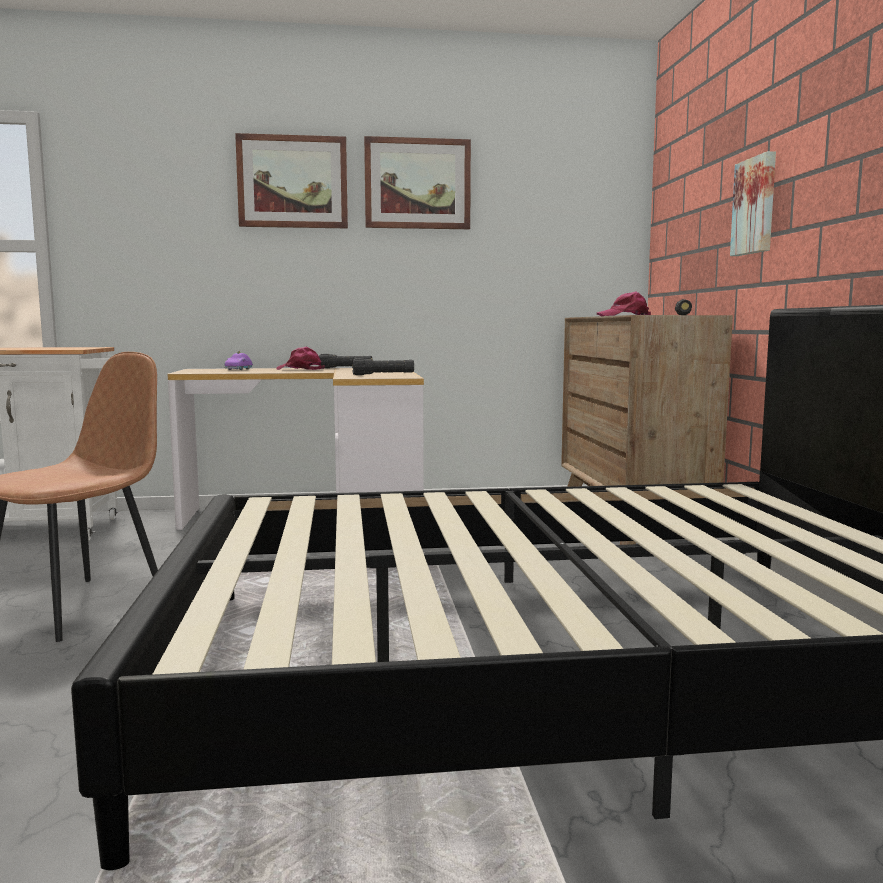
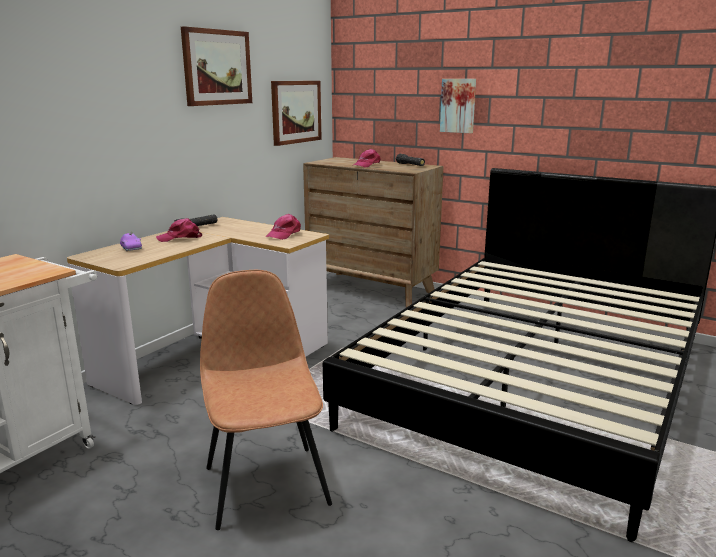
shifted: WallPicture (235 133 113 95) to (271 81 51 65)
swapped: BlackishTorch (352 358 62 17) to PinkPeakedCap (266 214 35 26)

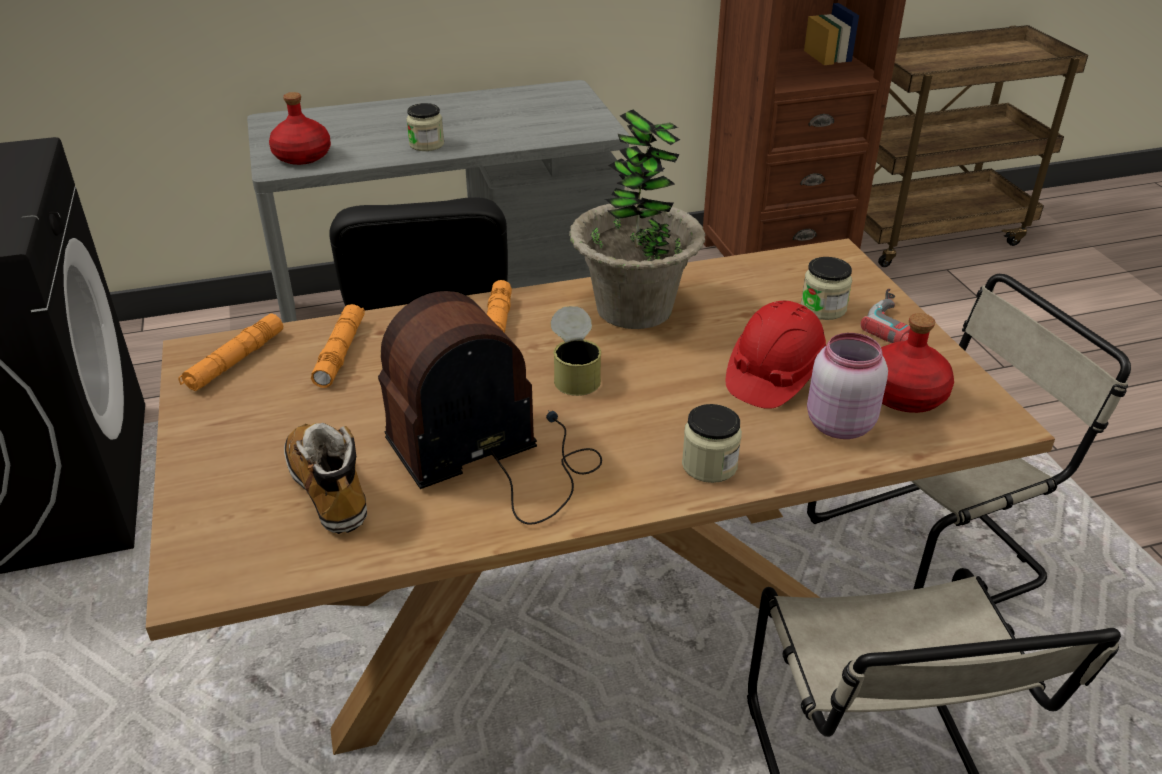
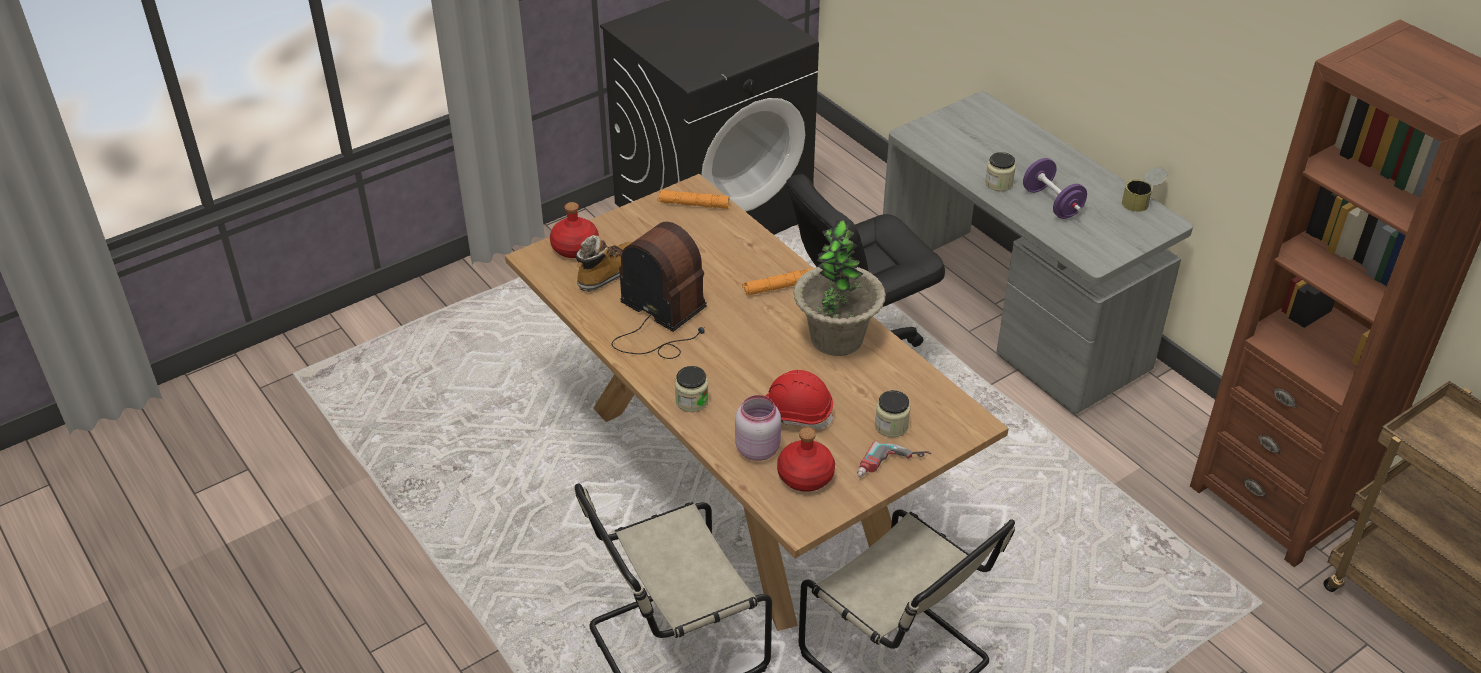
gone: OrangeyTorch (311 304 54 84)
new: PurpleFreeWeight (1023 158 64 61)
shifted: RedBeverageBottle (269 92 62 73) to (550 202 49 56); SealedCan (550 306 51 90) to (1122 167 46 45)

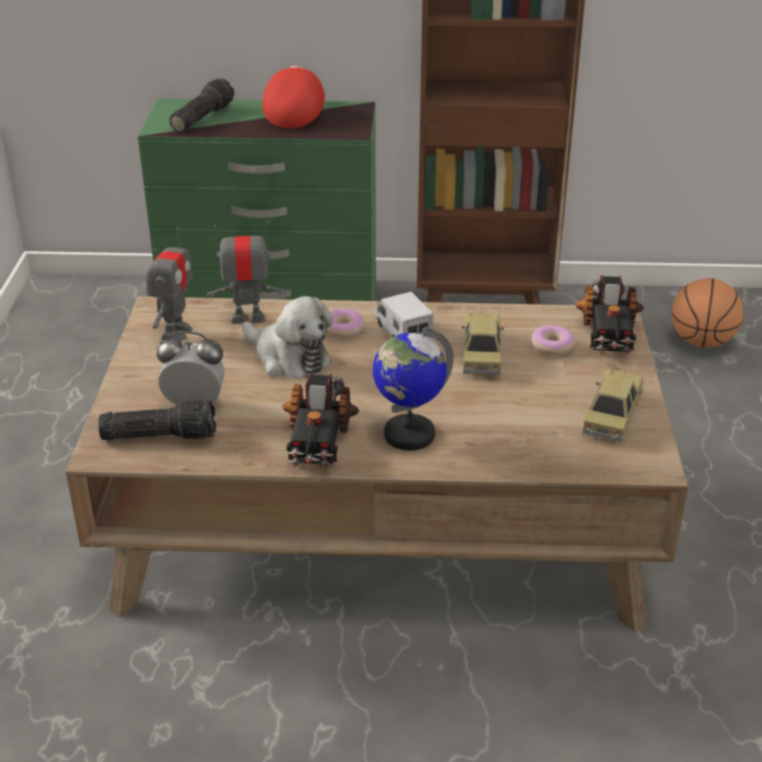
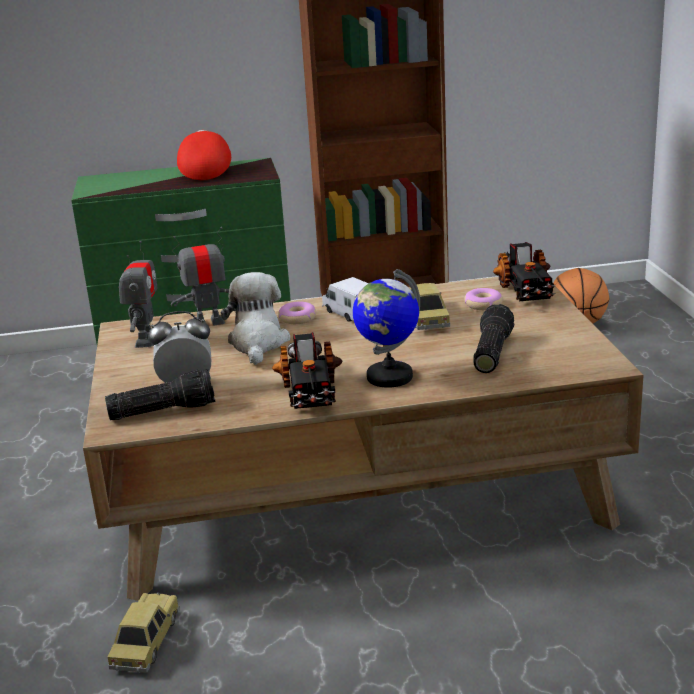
shifted: Torch (169 78 65 54) to (473 304 41 69); ToyCar (582 369 62 73) to (108 593 72 80)
rotated: PlushToy (242 296 90 83) = (221 272 69 93) 120 degrees counterclockwise

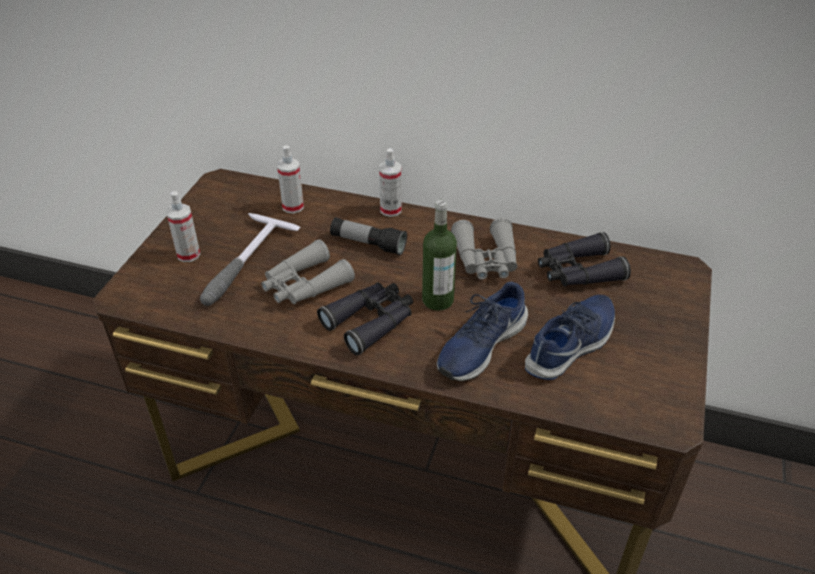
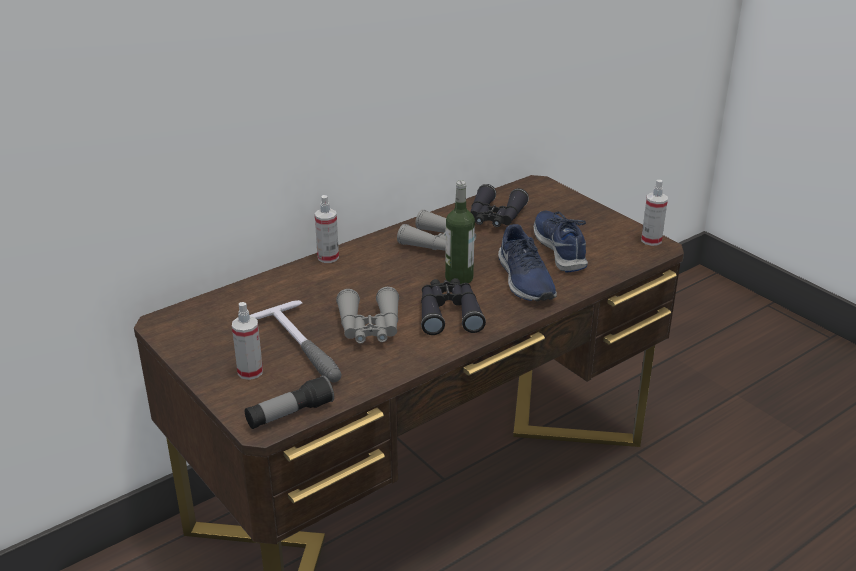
shifted: HandSprayer (277 145 27 69) to (641 180 27 66); Torch (330 217 77 38) to (245 375 89 54)

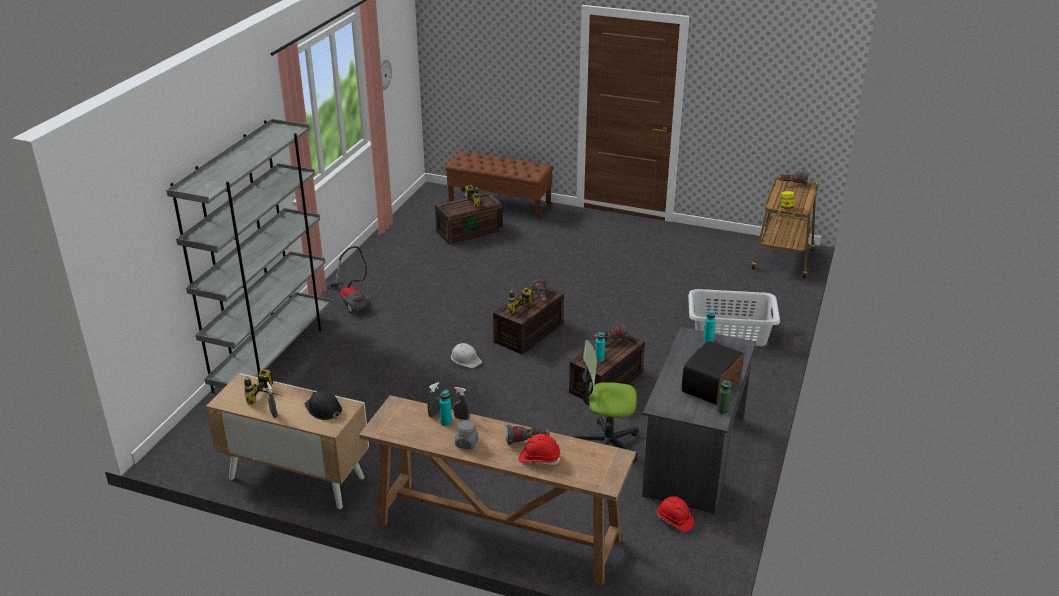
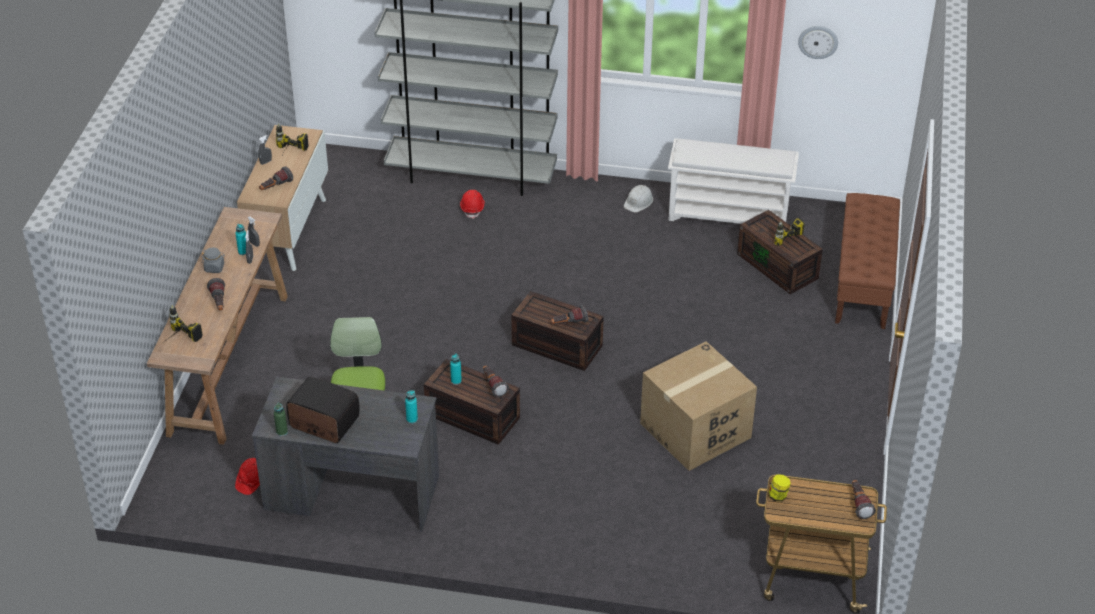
gone: VacuumCleaner (326 246 45 68); GreyWashingBasket (688 289 92 57)
new: Carton (640 341 117 130); WhitishShoeStand (668 138 131 86)
shifted: WhitishSafetyHelmet (451 343 31 25) to (624 185 29 28); Drill (508 287 26 26) to (164 305 38 37); RedSafetyHelmet (519 434 42 31) to (460 190 25 29)
swapped: BlackishSafetyHelmet (305 391 37 29) to Torch (259 166 34 24)

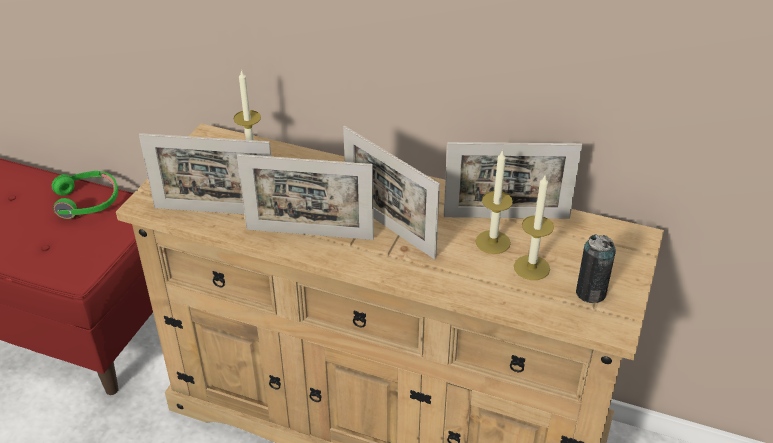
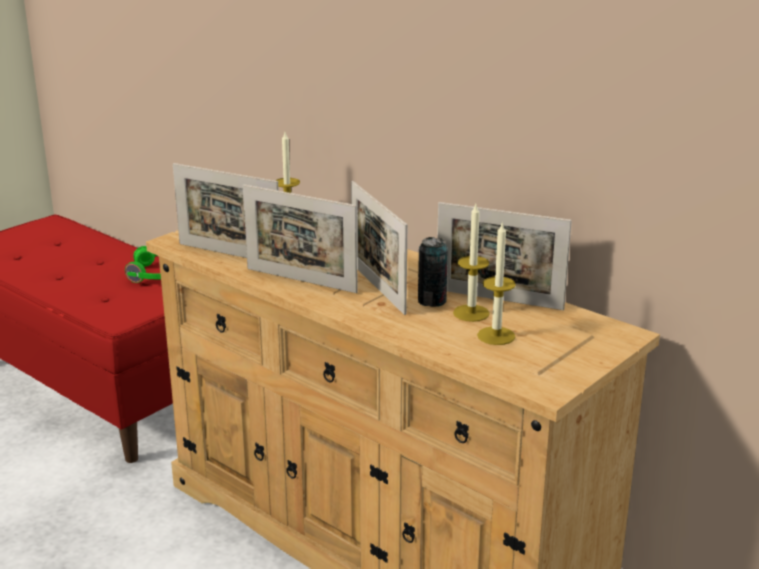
shifted: SealedCan (576 234 40 69) to (418 237 30 70)

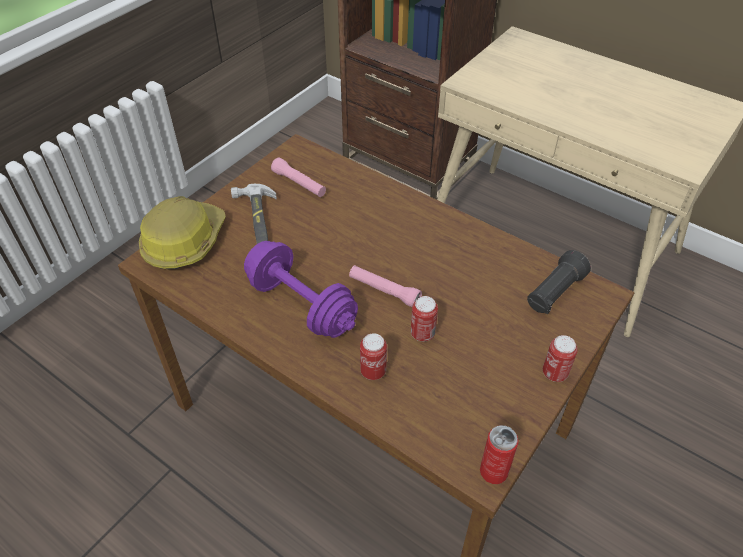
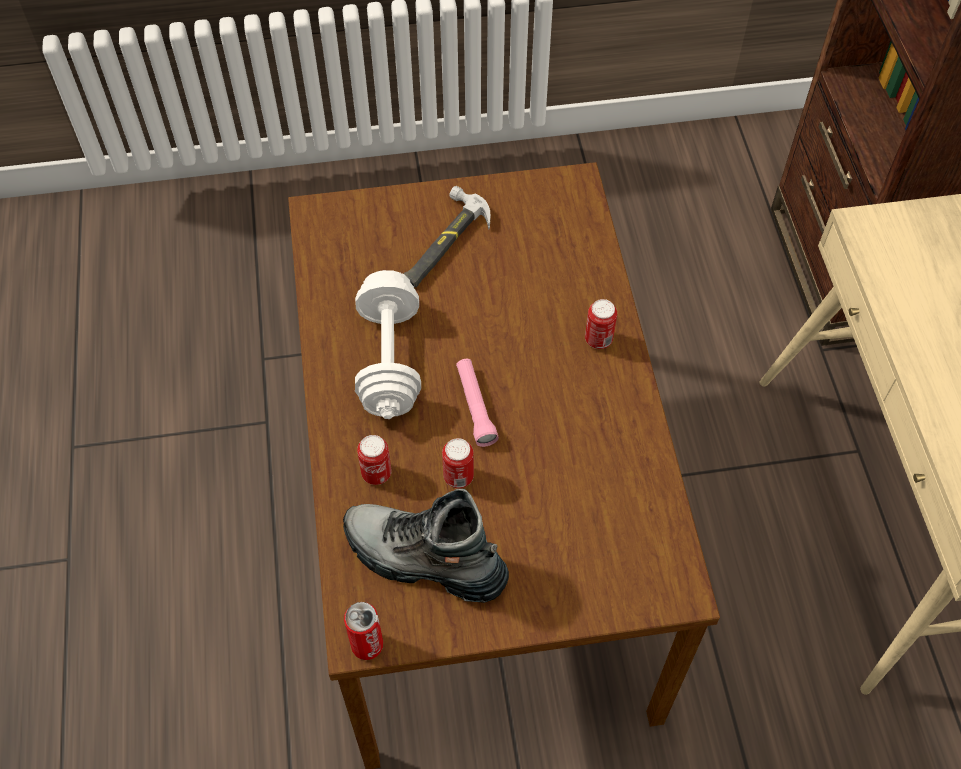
gone: SafetyHelmet (139 196 87 74); PinkTorch (271 158 55 39); BlackishTorch (527 250 64 64)
new: Boot (343 489 166 114)
shifted: SealedCan (543 335 35 47) to (585 299 32 50)
repainted: PurpleFreeWeight (244 241 114 97) to WhitishFreeWeight (355 270 66 149)

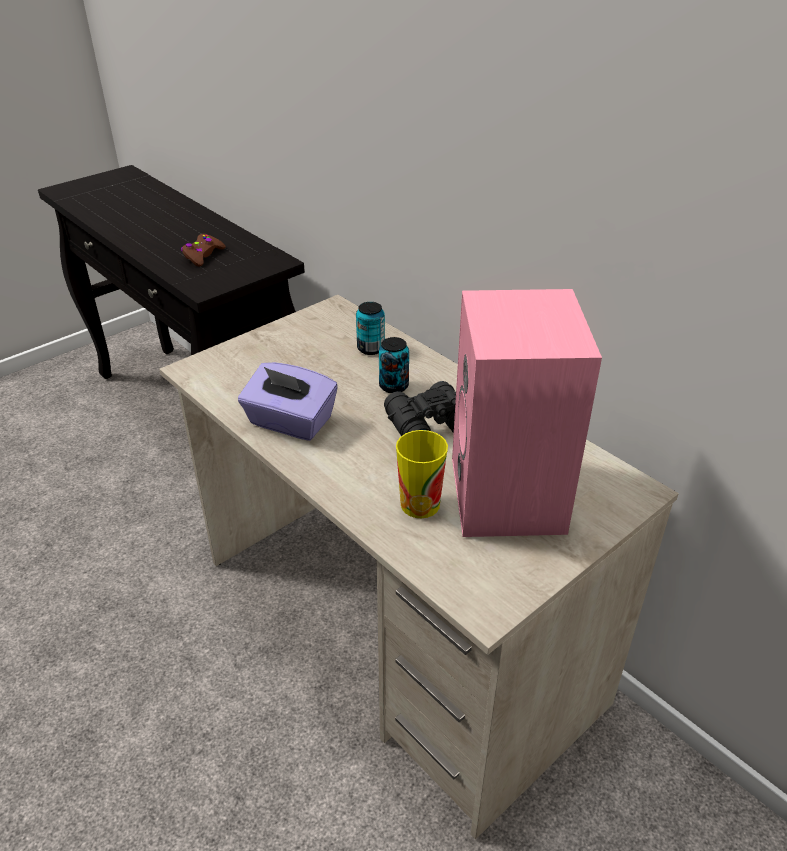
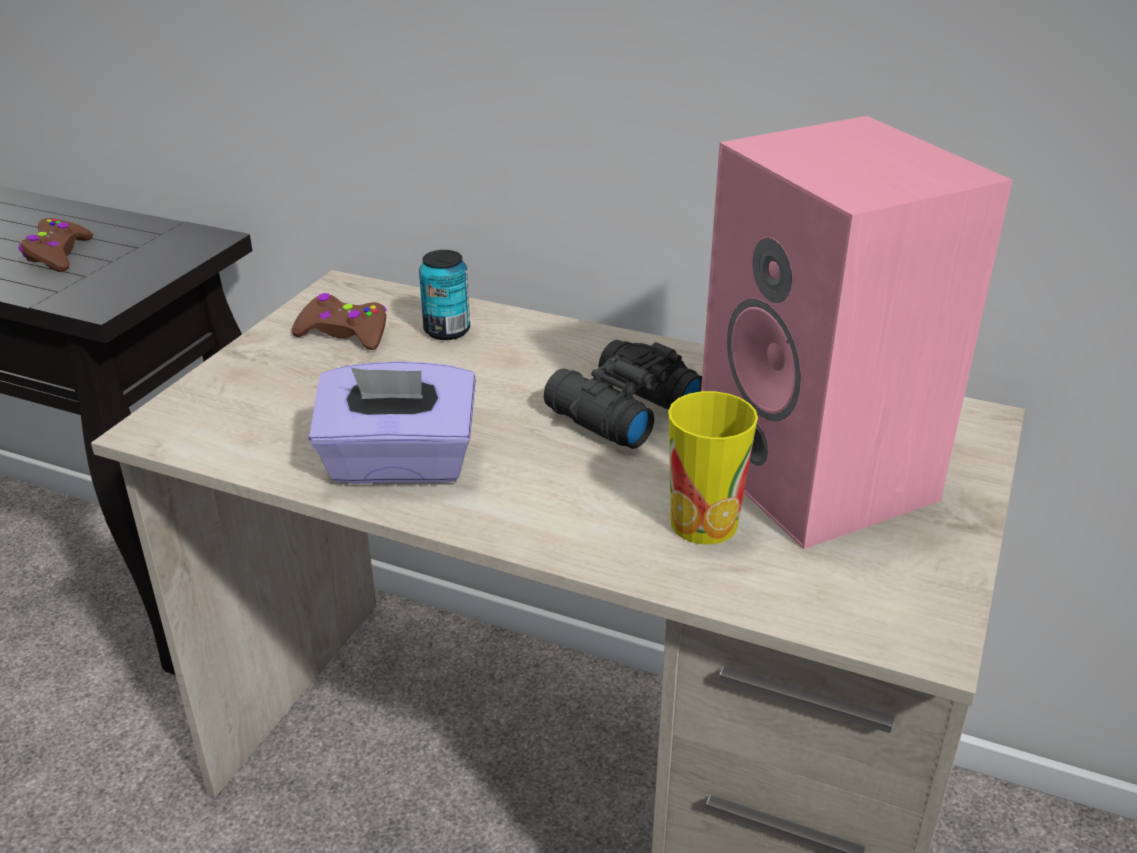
gone: SealedCan (379 337 30 56)
new: BrownGameController (292 293 94 57)

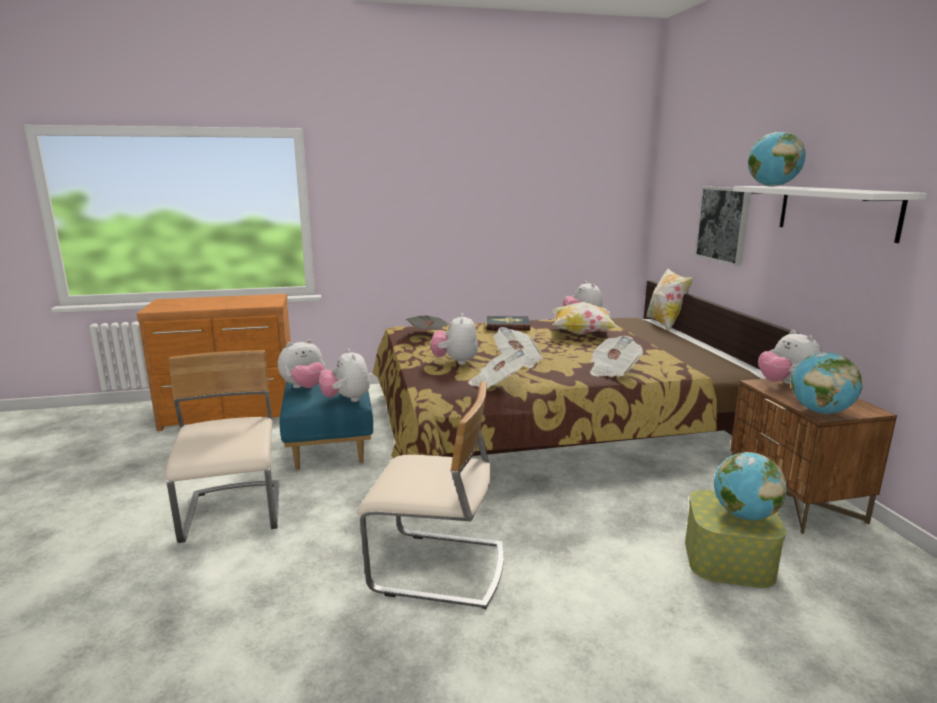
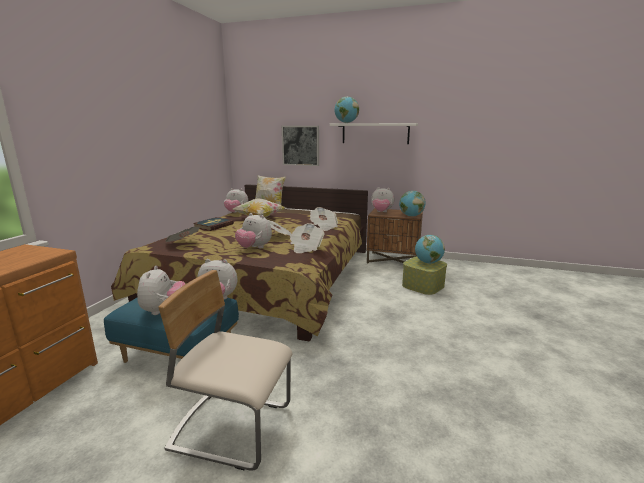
gone: BeigeUprightChair (357 382 147 227)

